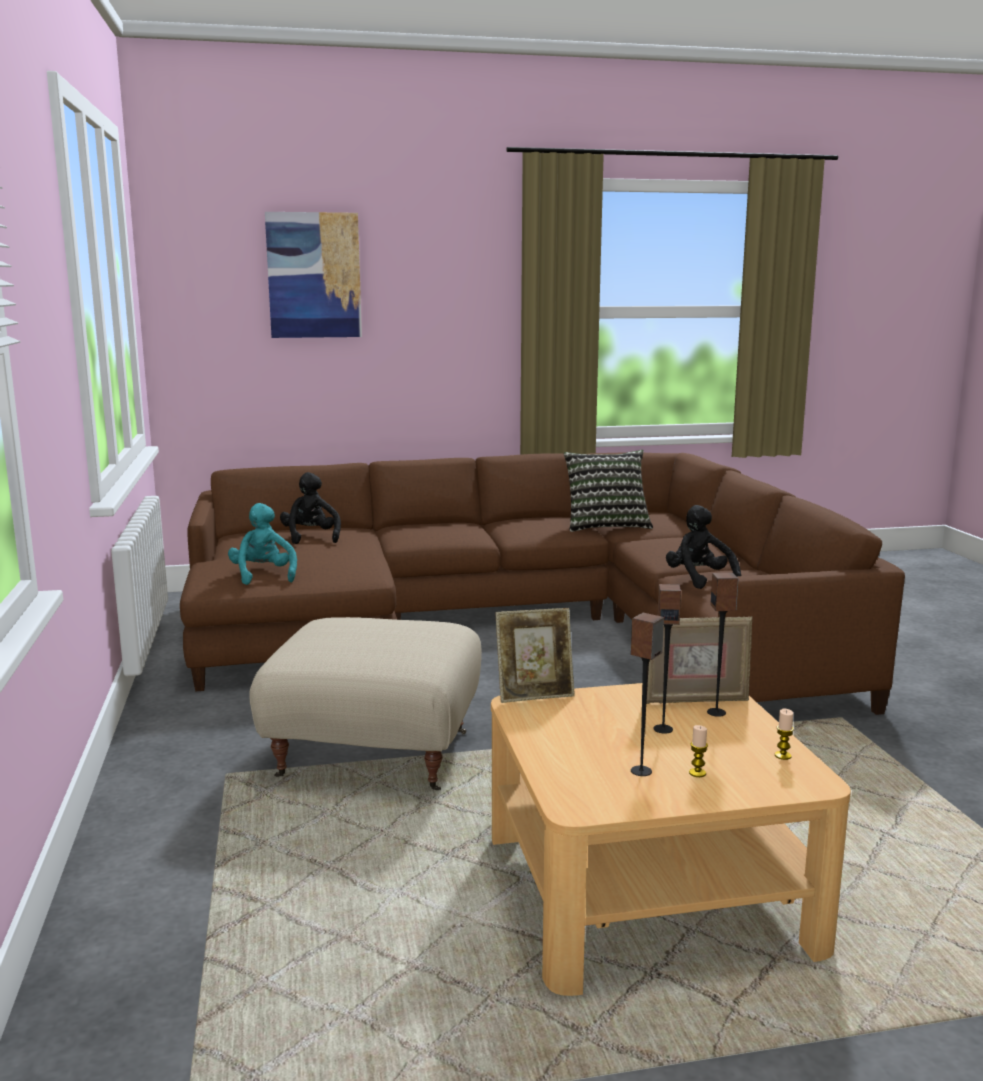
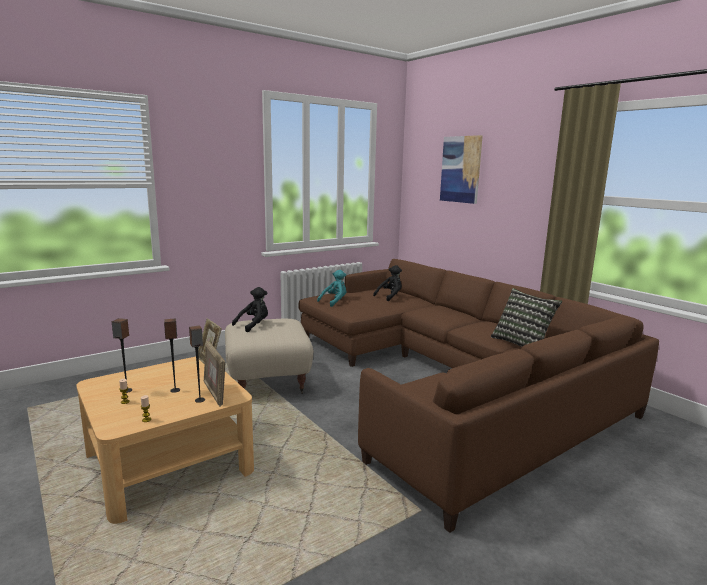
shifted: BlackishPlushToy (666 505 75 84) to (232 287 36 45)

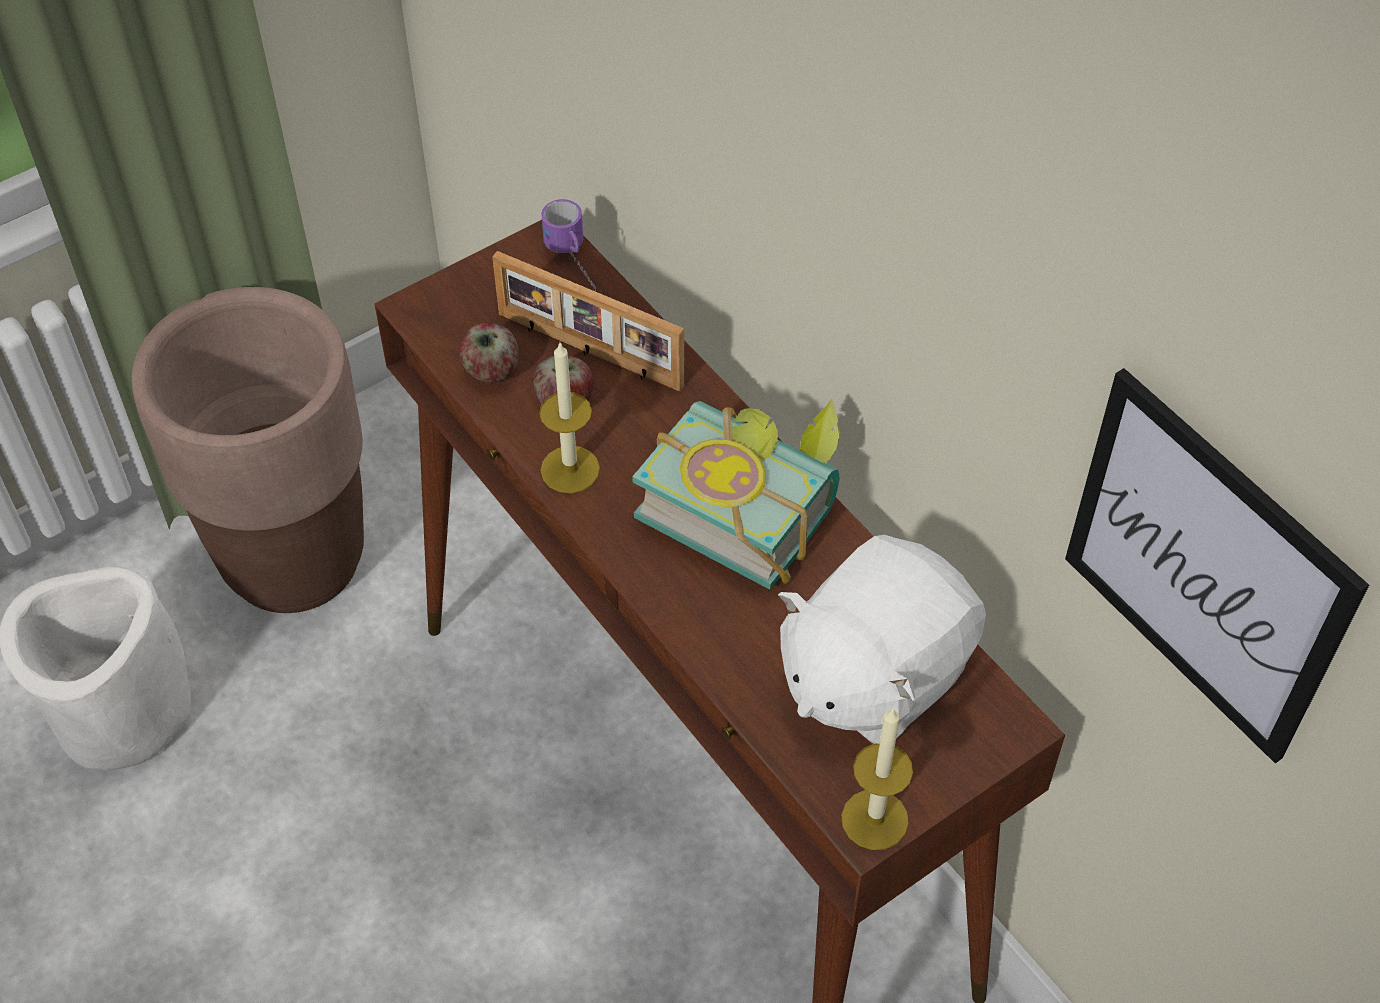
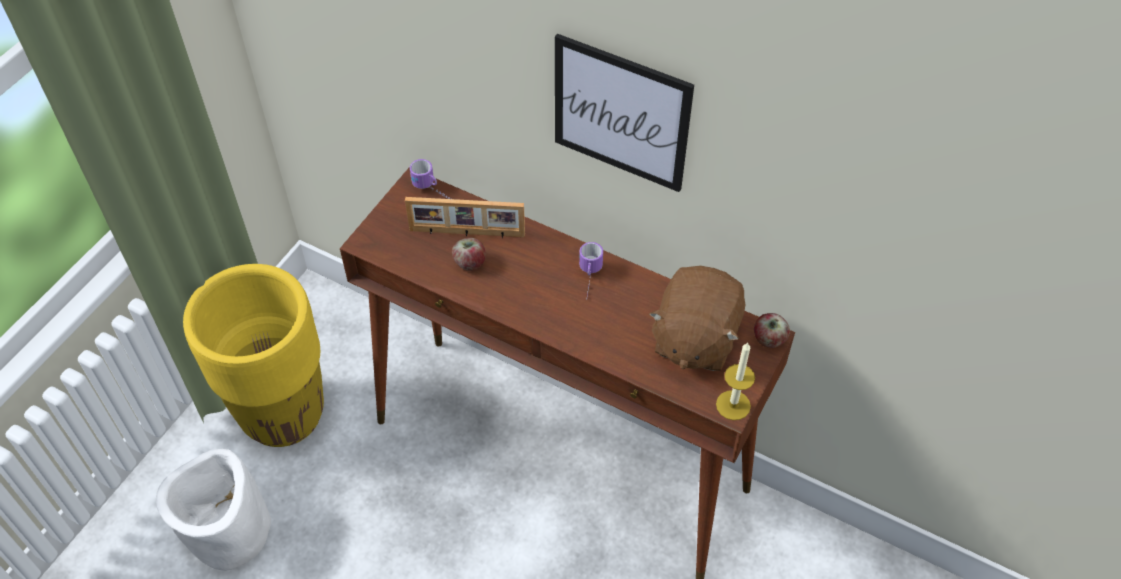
gone: WaxLight (539 343 61 150)
shifted: Apple (459 322 60 61) to (754 313 36 35); WallPicture (1065 368 304 395) to (555 34 139 158)
swapped: BoundBook (632 399 208 191) to CoffeeMug (579 242 24 59)
repainted: BrownPlantPot (132 287 232 326) to YellowColouredPlantPot (183 264 141 183); WhitishPlushToy (778 535 208 209) to BrownPlushToy (649 266 96 105)

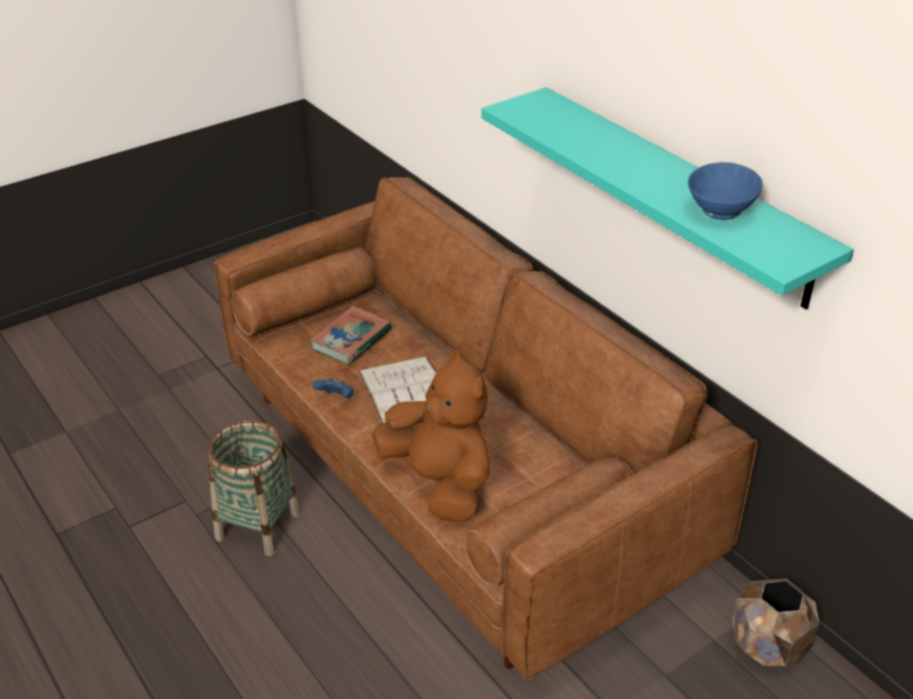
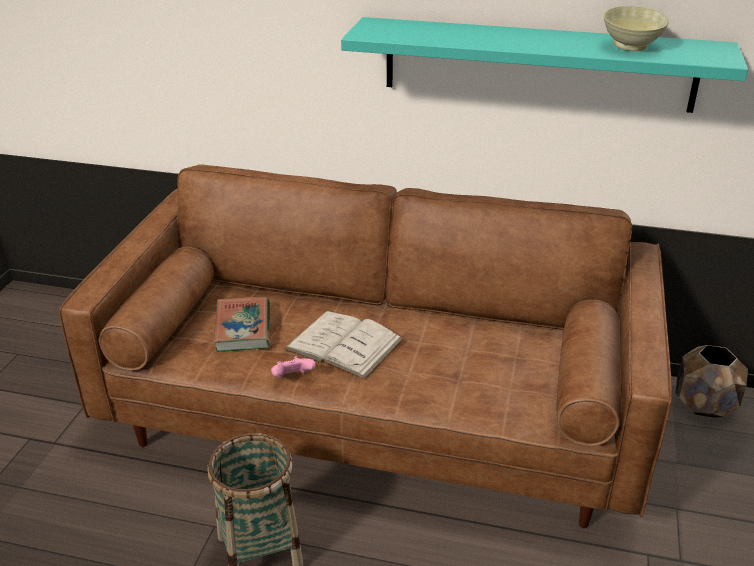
gone: BrownPlushToy (372 350 118 172)
repainted: BlueColouredGameController (313 379 41 19) to PinkGameController (271 356 45 22); BlueColouredDeepDish (688 162 75 58) to BeigeDeepDish (604 6 65 45)

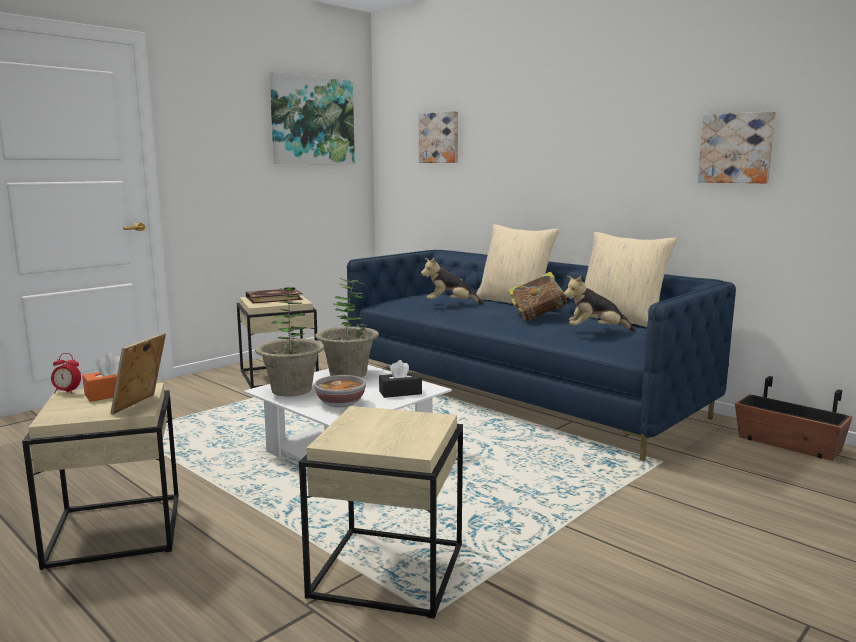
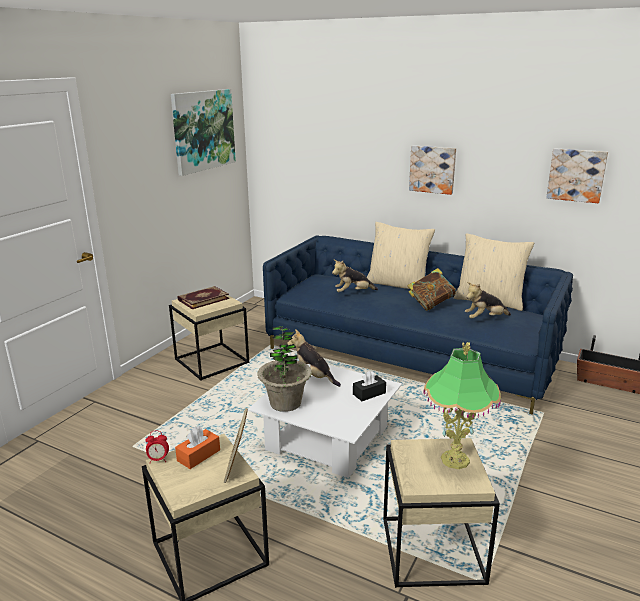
gone: DeepDish (314 375 52 32)
new: TableLamp (423 342 78 127)
shifted: WallPicture (419 111 39 52) to (409 145 47 50)
swapped: PlantInAPot (315 278 64 100) to PlushToy (287 329 54 58)

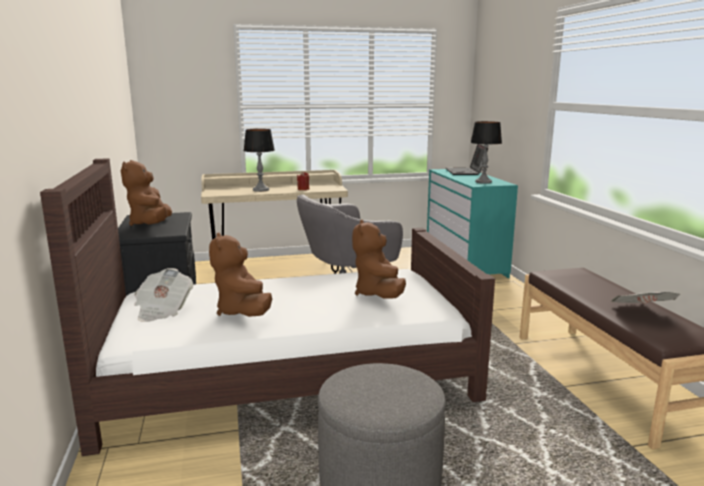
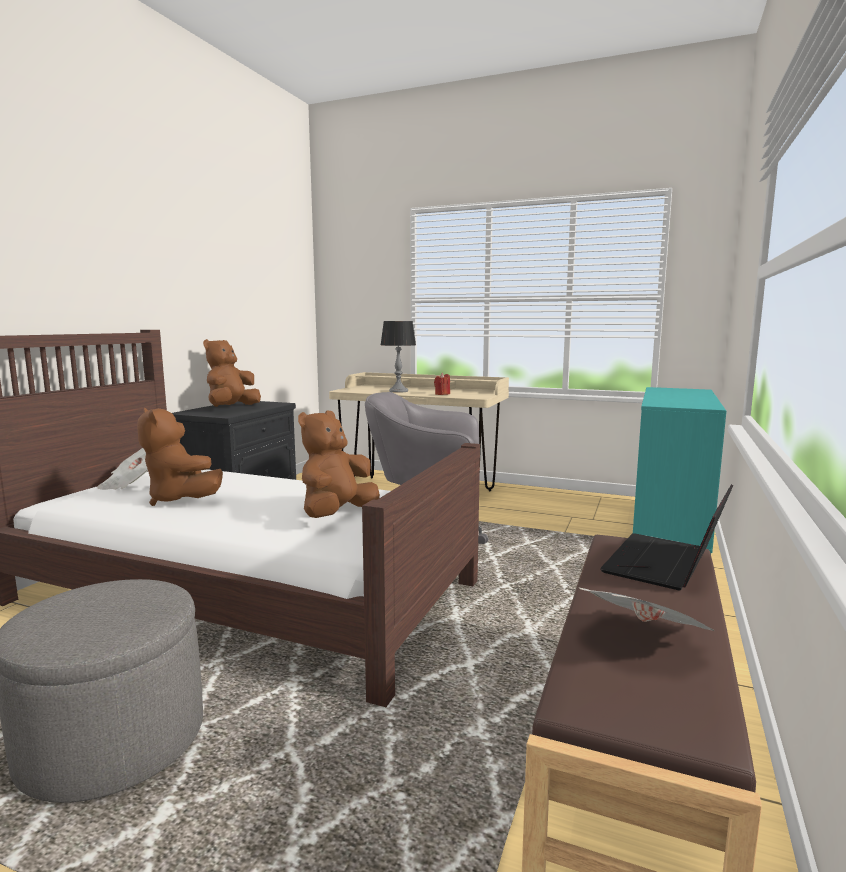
gone: TableLamp (471 121 31 63)
shifted: Laptop (446 144 42 31) to (600 484 133 106)
rotated: BrownPlushToy (209 232 63 85) = (137 408 86 98) 60 degrees counterclockwise

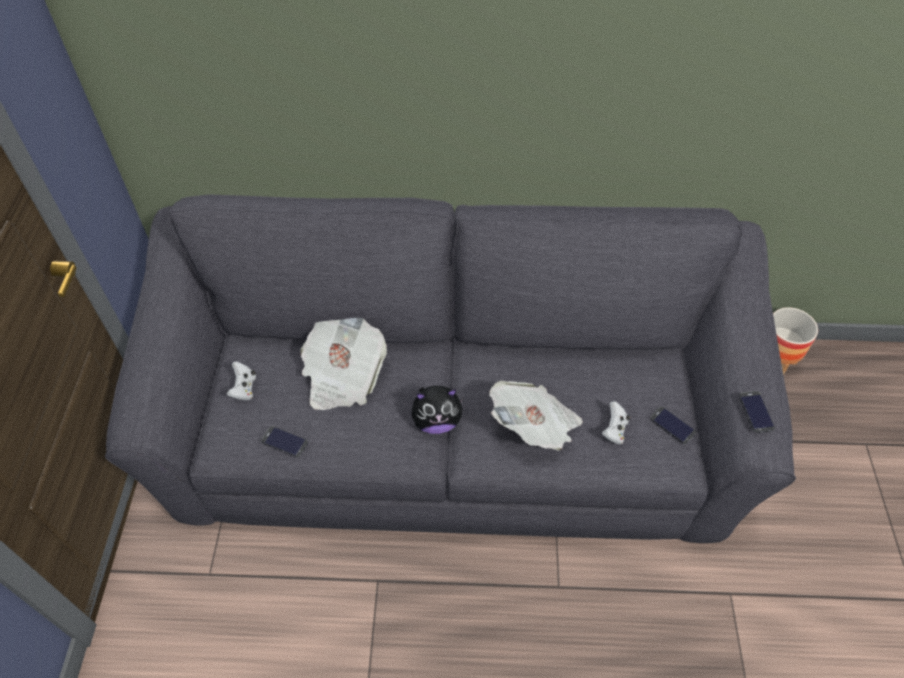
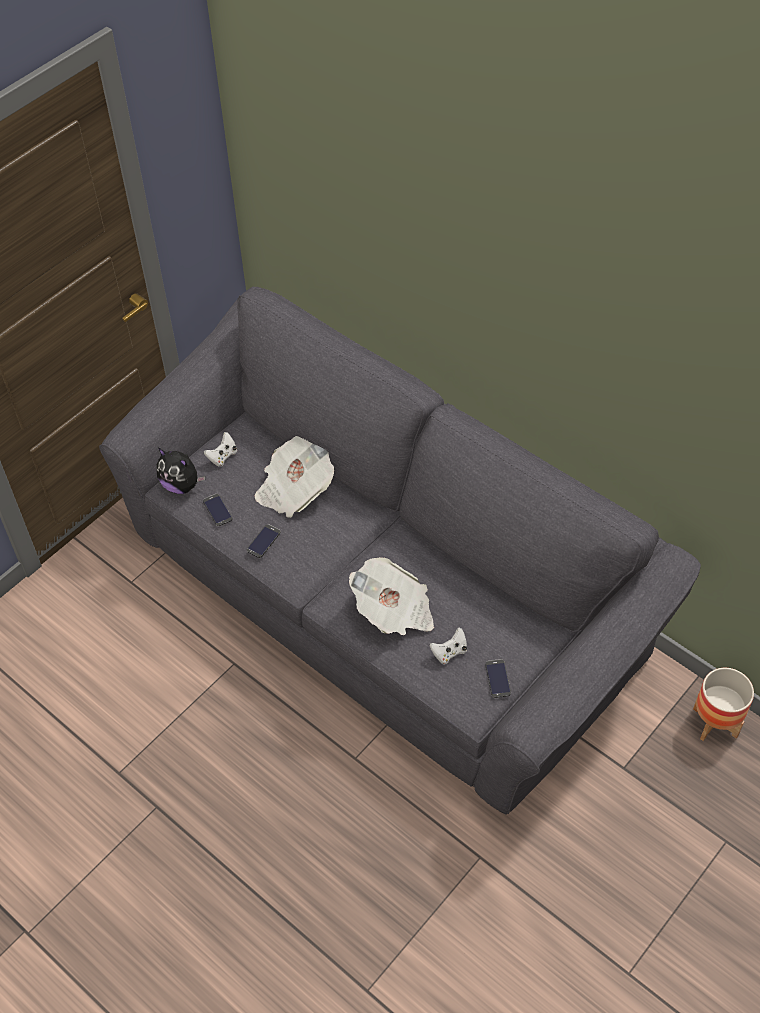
shifted: PlushToy (411 386 53 48) to (157 448 48 46); Handset (739 391 36 42) to (247 524 33 34)

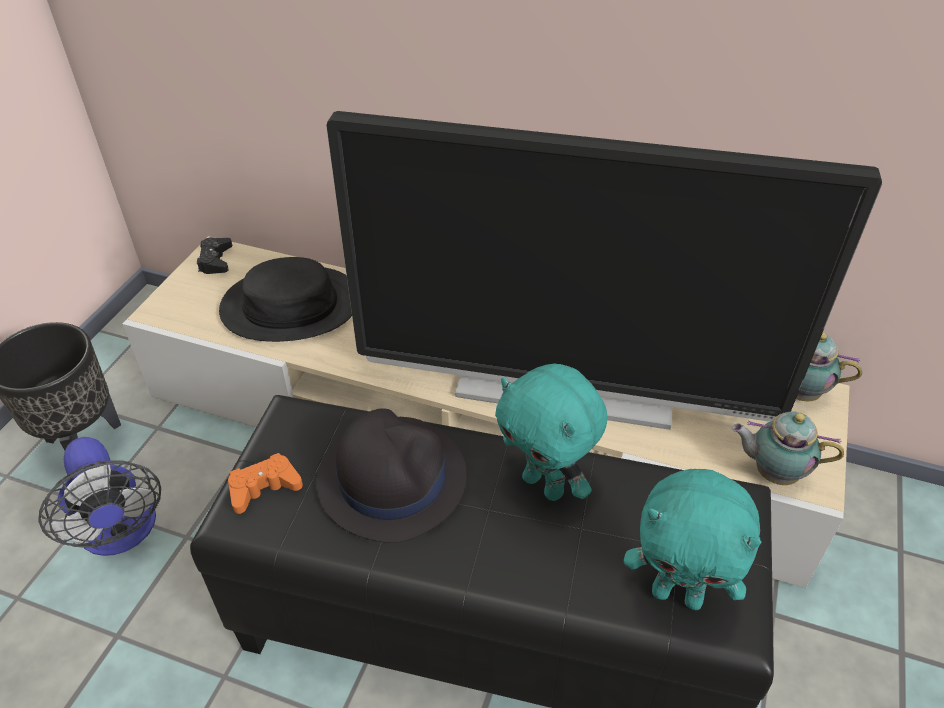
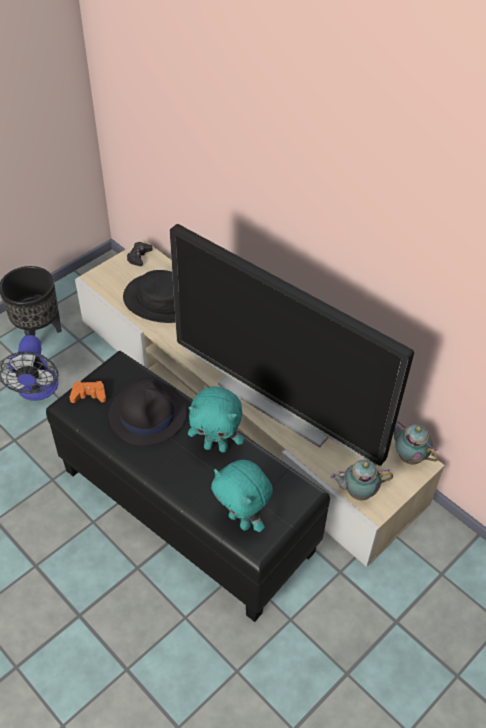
rotated: TurquoiseColouredPlushToy (495 364 113 137) = (188 386 56 67) 60 degrees counterclockwise; PotForTea (732 411 112 74) = (331 460 62 40) 45 degrees counterclockwise

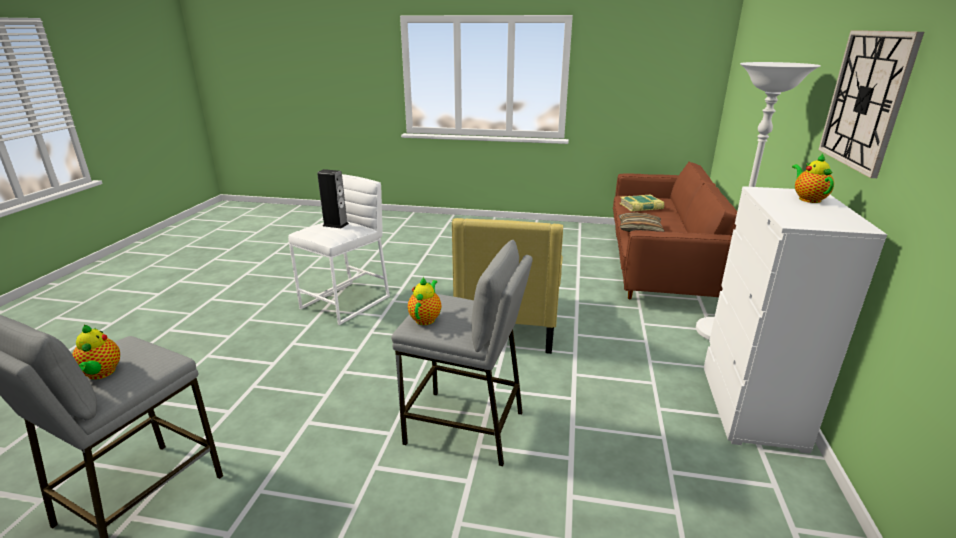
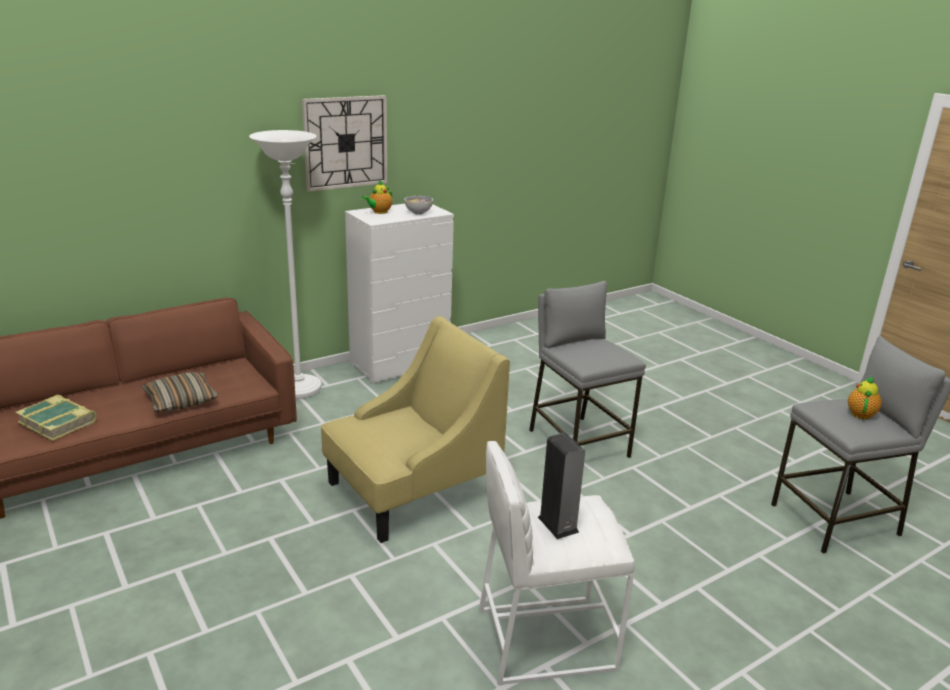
gone: PotForTea (408 277 34 48)
new: DeepDish (404 196 29 19)

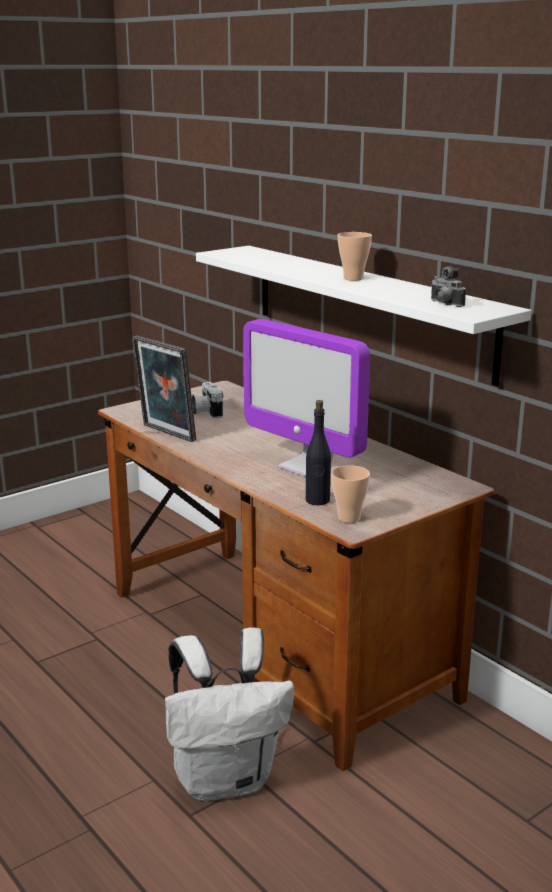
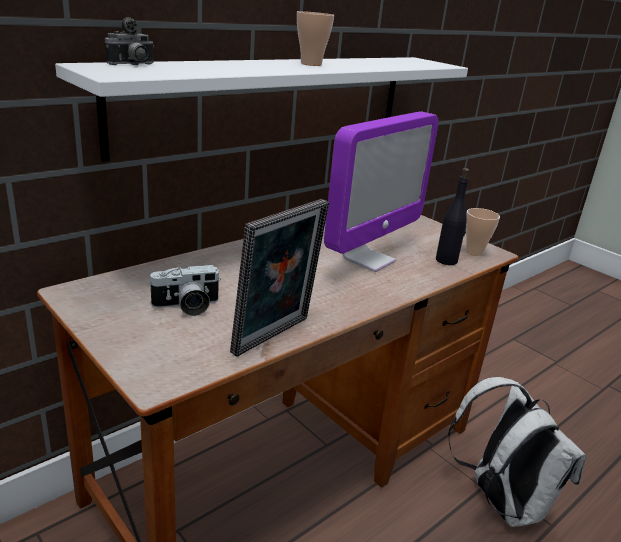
shifted: PhotoCamera (431 266 35 41) to (105 17 49 48)

